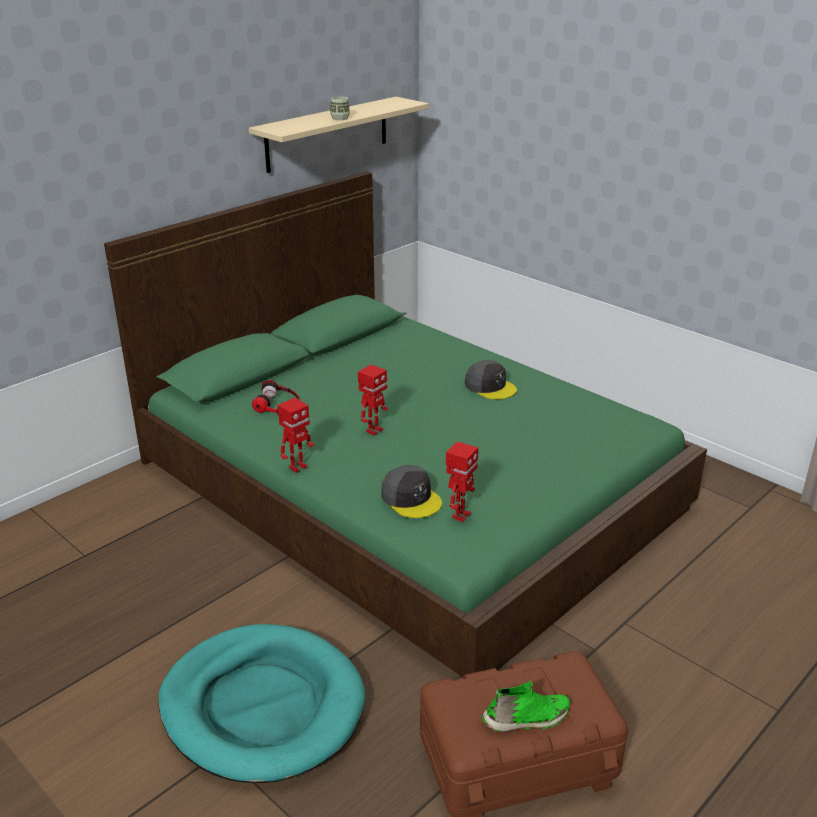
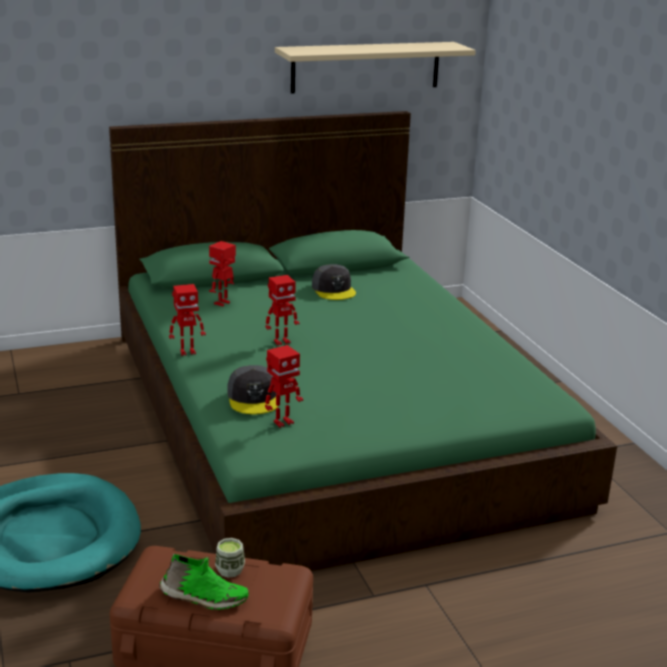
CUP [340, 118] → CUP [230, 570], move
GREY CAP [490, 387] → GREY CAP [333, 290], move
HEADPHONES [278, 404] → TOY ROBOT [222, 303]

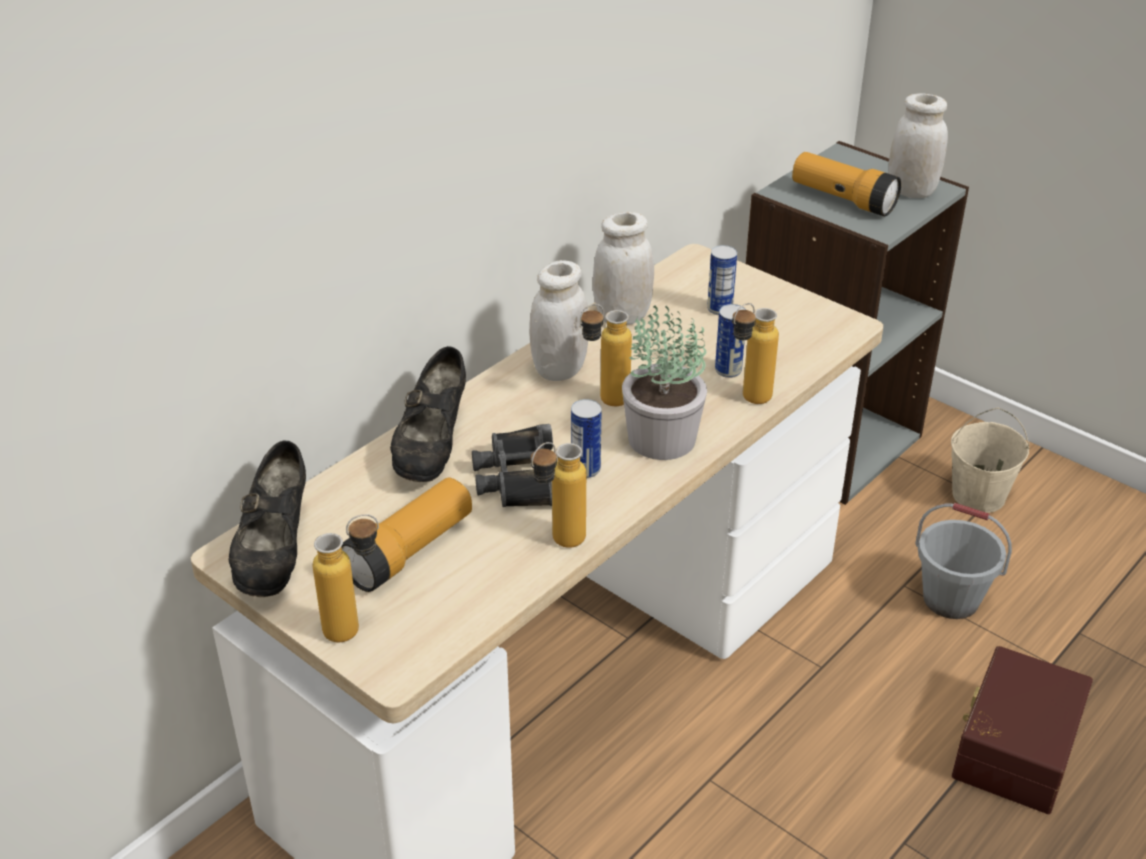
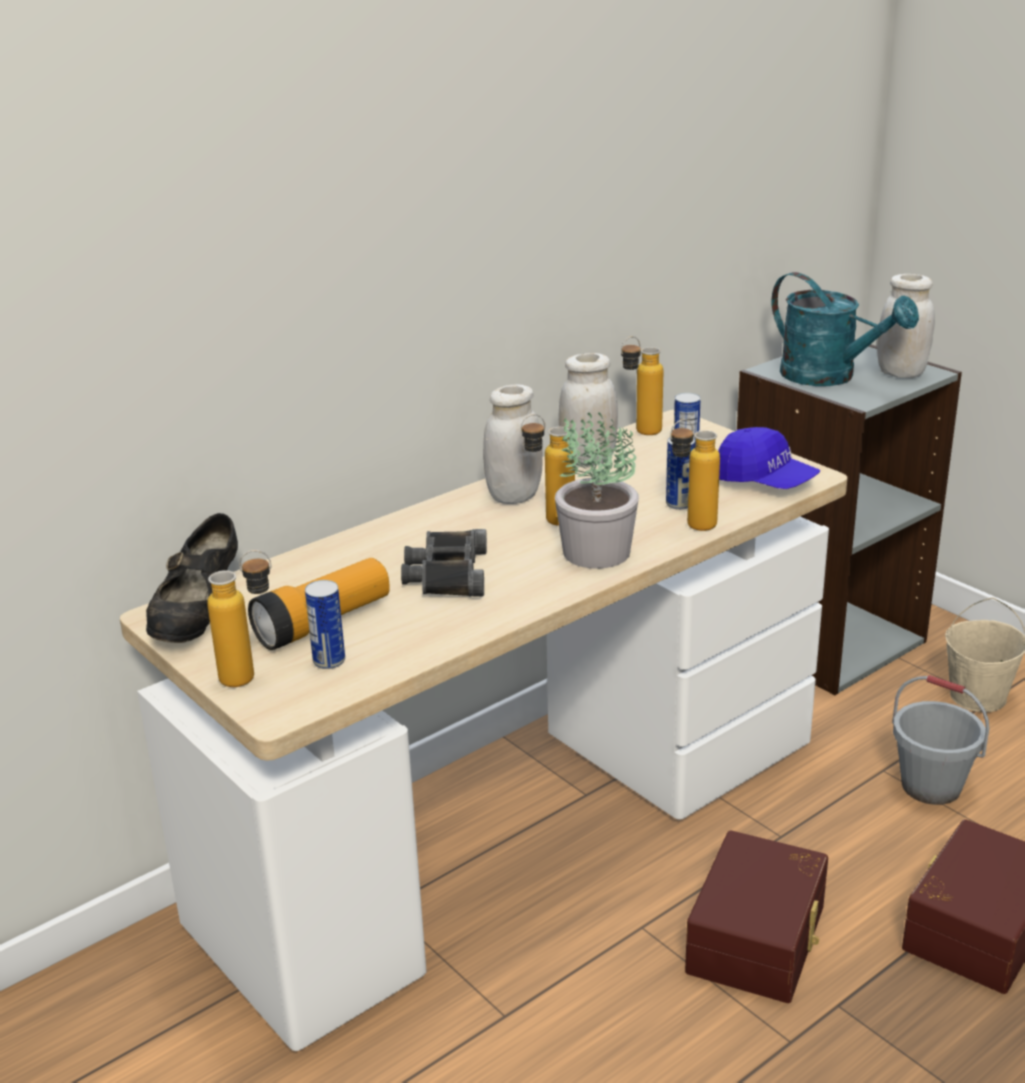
FLASHLIGHT [843, 199] → TURQUOISE WATERING CAN [829, 377]
BLACK SHOE [432, 448] → -
CAN [585, 469] → CAN [329, 661], move
BOTTLE [558, 544] → BOTTLE [640, 433], move
- → BLUE CAP [765, 482]
- → BROWN STORAGE BOX [760, 939]

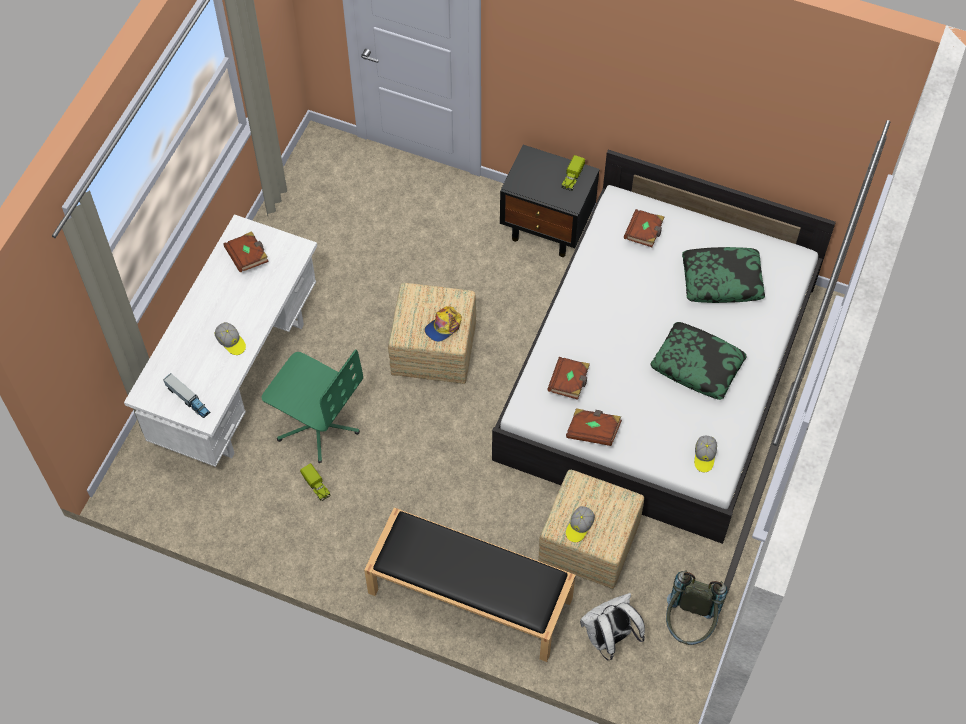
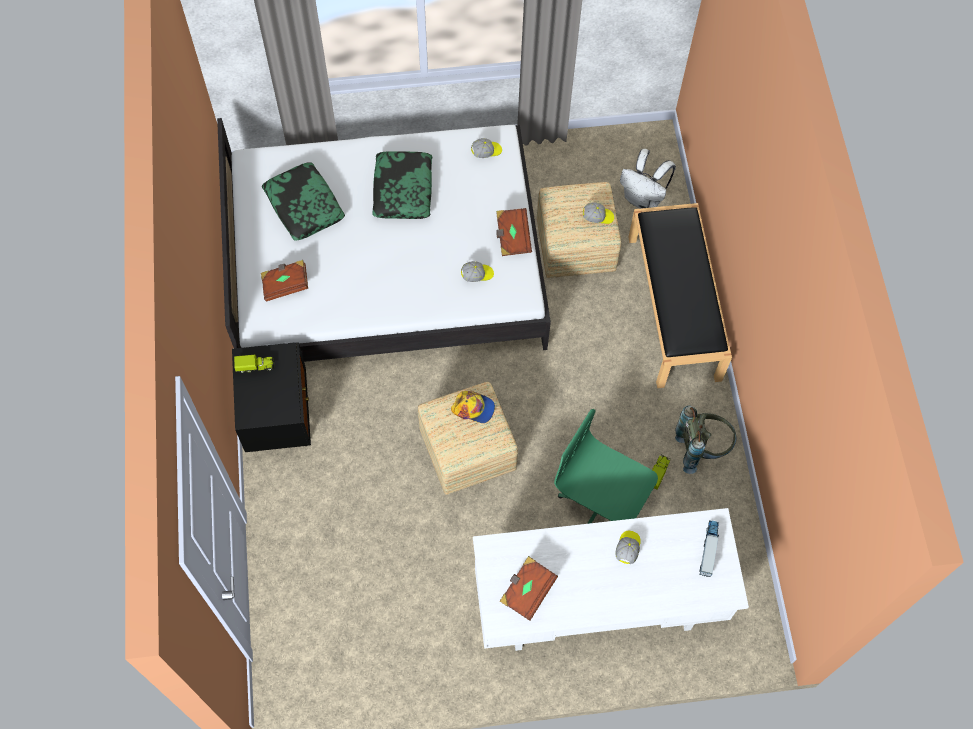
GREEN OFFICE CHAIR [318, 425] → GREEN OFFICE CHAIR [600, 506], 60 degrees counterclockwise
BROWN BOOK [569, 383] → CAP [477, 275]
GREY BACKPACK [689, 625] → GREY BACKPACK [701, 448], move

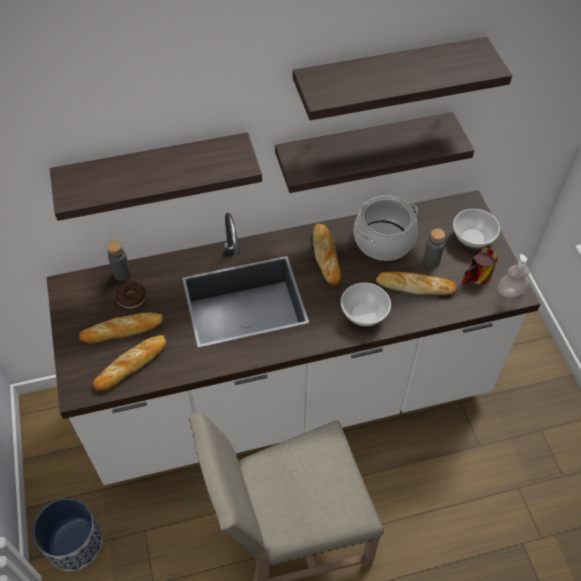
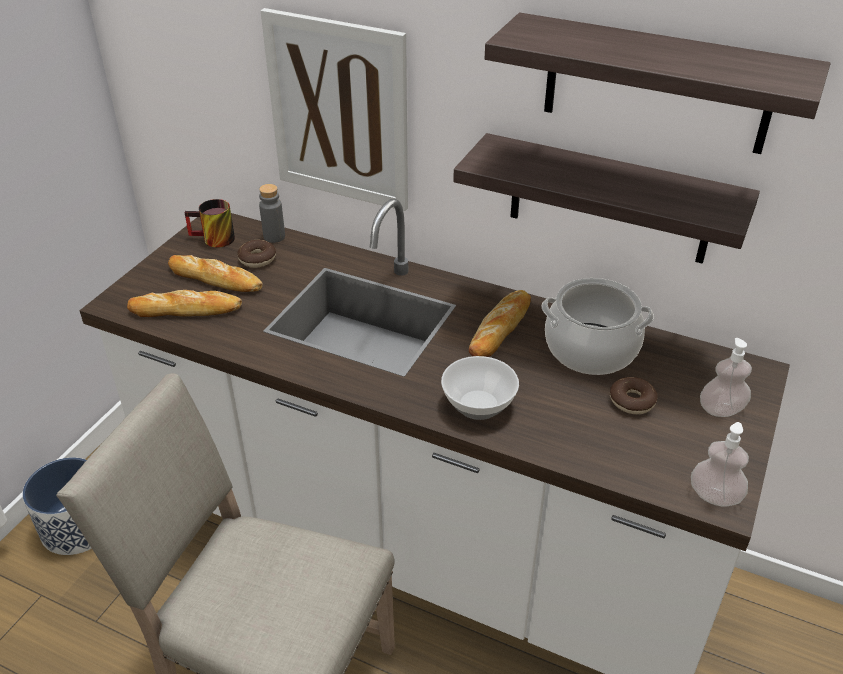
SHELF [155, 172] → PICTURE [338, 111]
BOWL [472, 239] → SOAP DISPENSER [721, 409]
GREY BOTTLE [431, 261] → DONUT [632, 401]
MUG [477, 278] → MUG [213, 240], move
BREAD [415, 286] → -

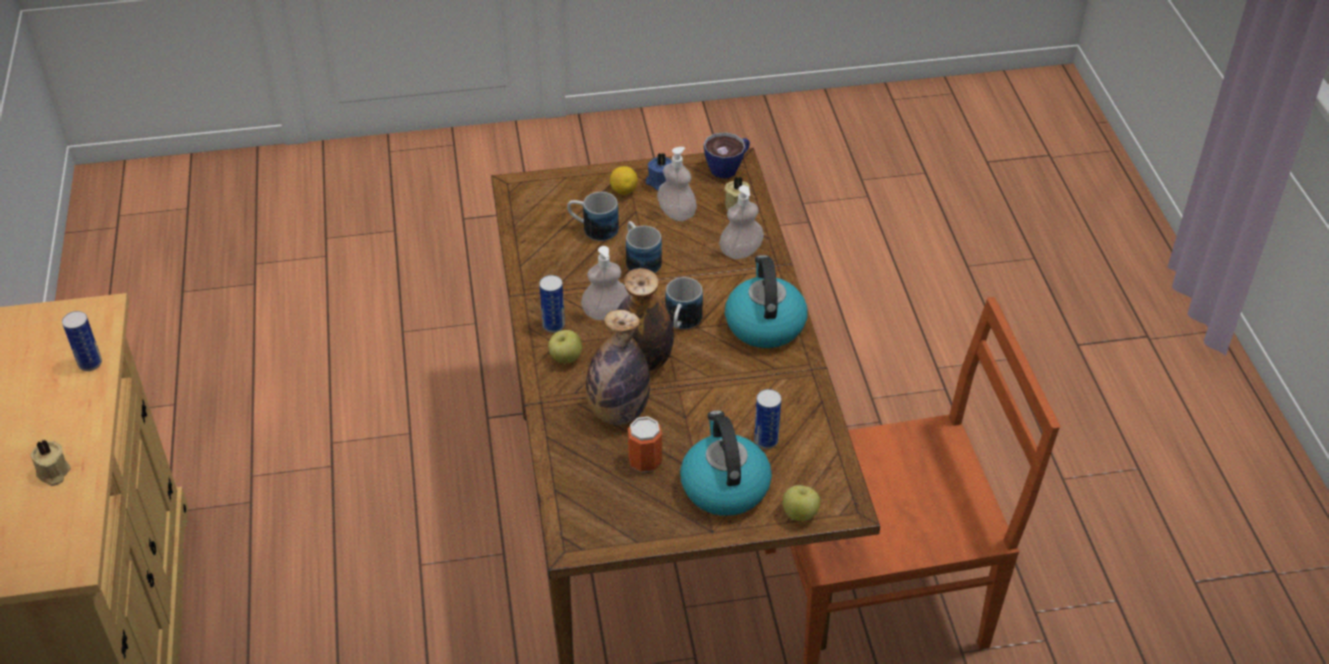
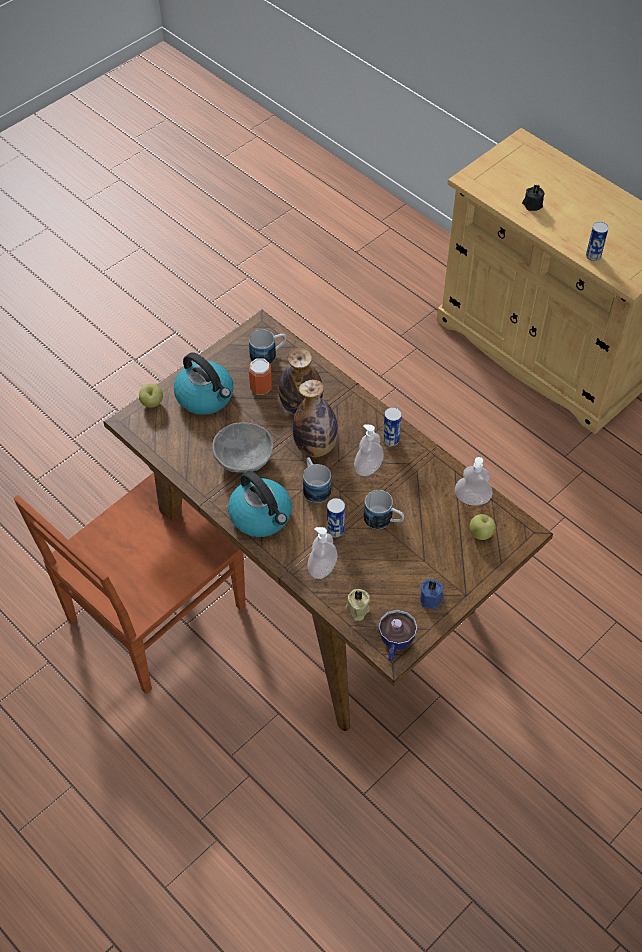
SOAP DISPENSER [676, 213] → SOAP DISPENSER [472, 498], move
LEMON [623, 190] → -
MUG [593, 229] → MUG [268, 355], move
APPLE [565, 358] → APPLE [481, 534], move
CAN [766, 440] → CAN [335, 530], move
BEIGE CANDLE [53, 473] → BLACK CANDLE [532, 204]
- → GREY BOWL [244, 460]

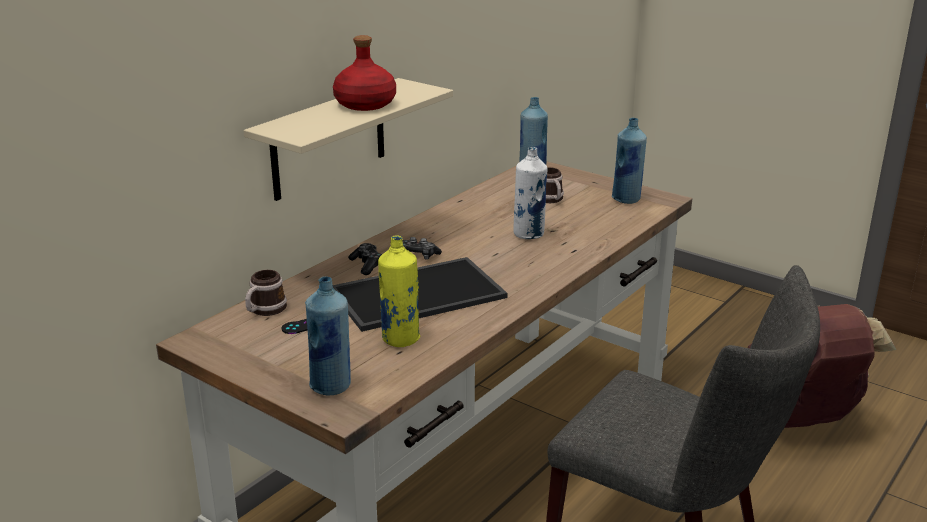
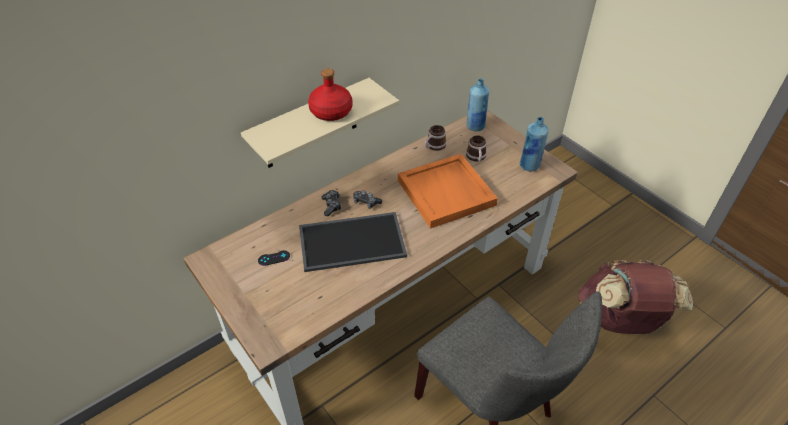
WHITE BOTTLE [529, 234] → ORANGE TRAY [447, 193]
YELLOW BOTTLE [400, 339] → -
MUG [264, 310] → MUG [434, 146], move
BLUE BOTTLE [331, 386] → -

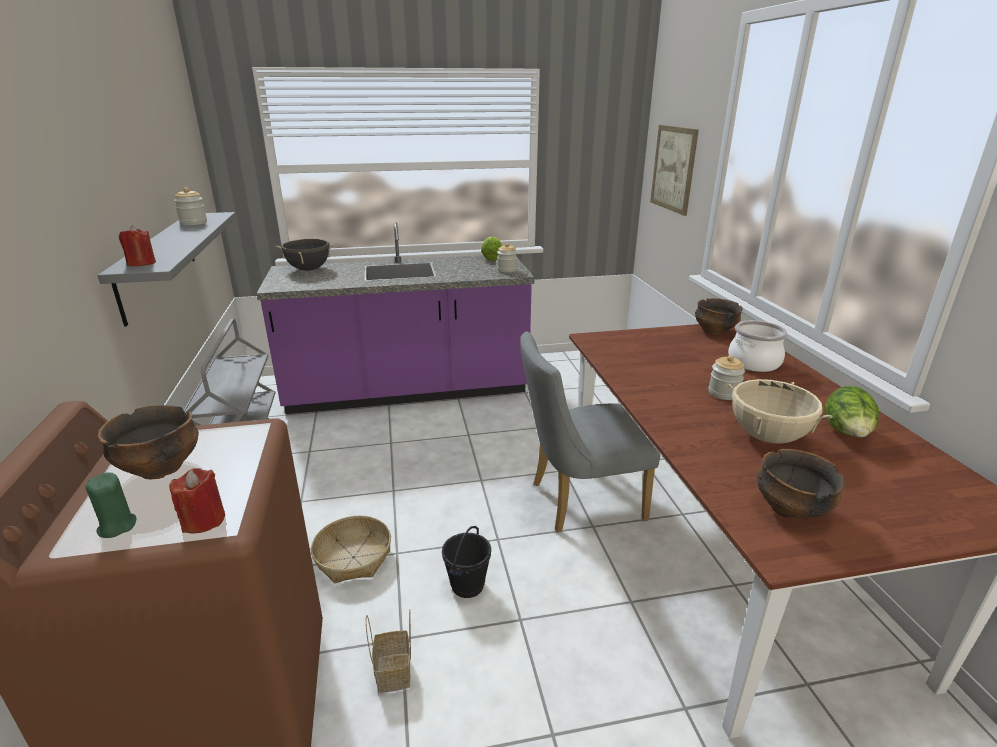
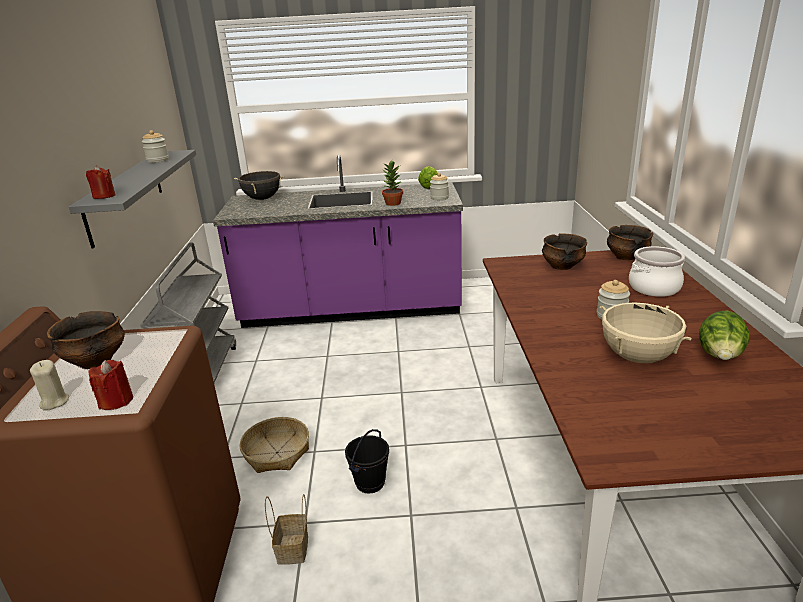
PICTURE [673, 168] → -
GREY CHAIR [578, 501] → -
BOWL [790, 509] → BOWL [562, 266], move
GREEN CANDLE [117, 526] → BEIGE CANDLE [54, 402]
- → POTTED PLANT [392, 203]

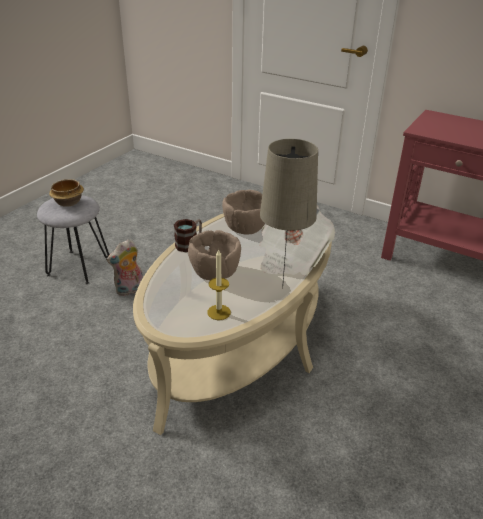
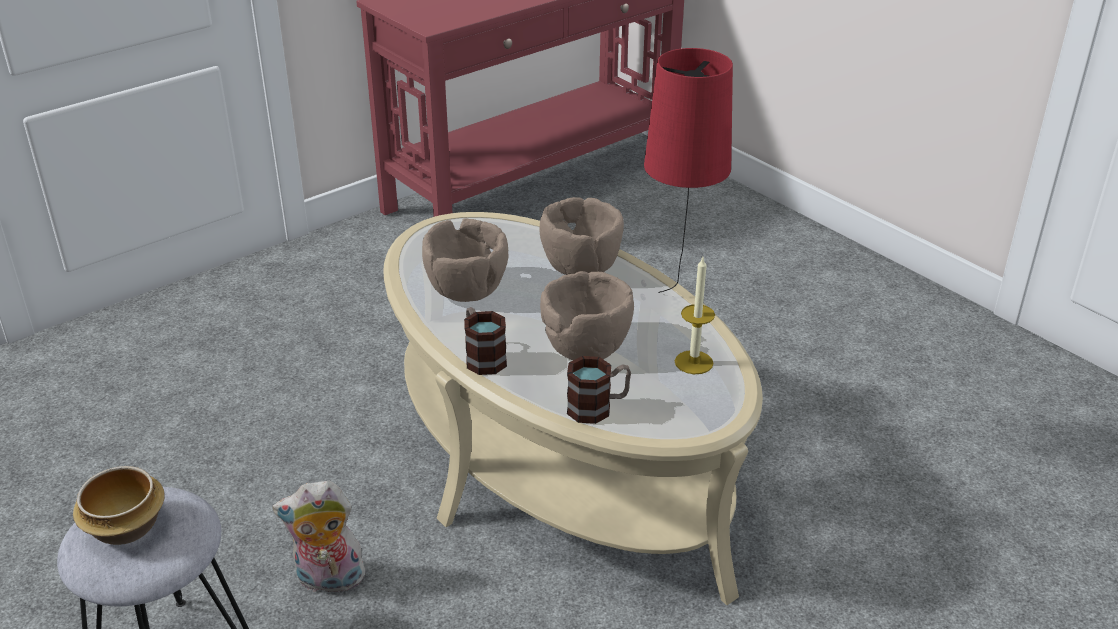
BEIGE TABLE LAMP [282, 296] → RED TABLE LAMP [678, 297]
NEWSPAPER [291, 257] → BROWN BOWL [582, 266]
PLUSH TOY [129, 290] → PLUSH TOY [328, 581], 105 degrees clockwise
- → MUG [598, 407]

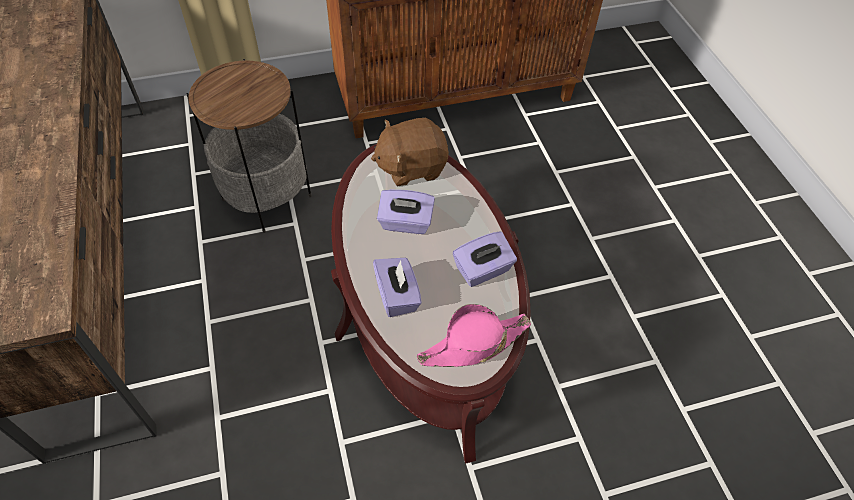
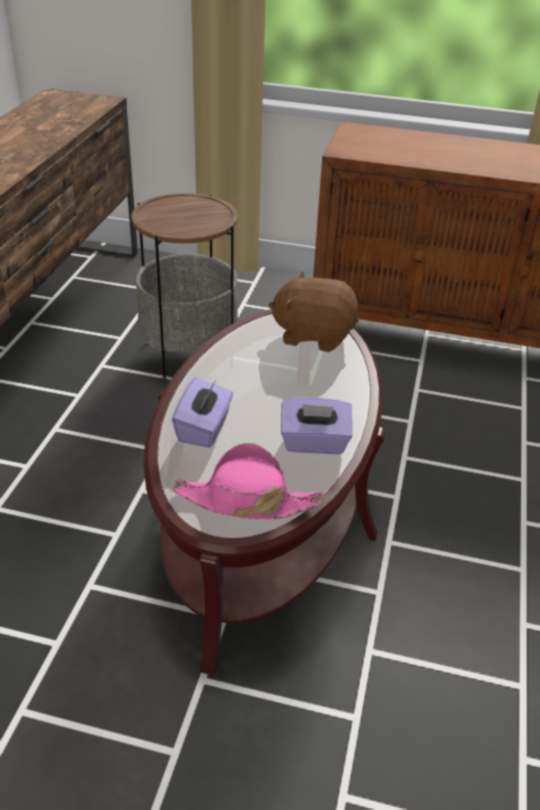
PURPLE TISSUE BOX [405, 223] → -

